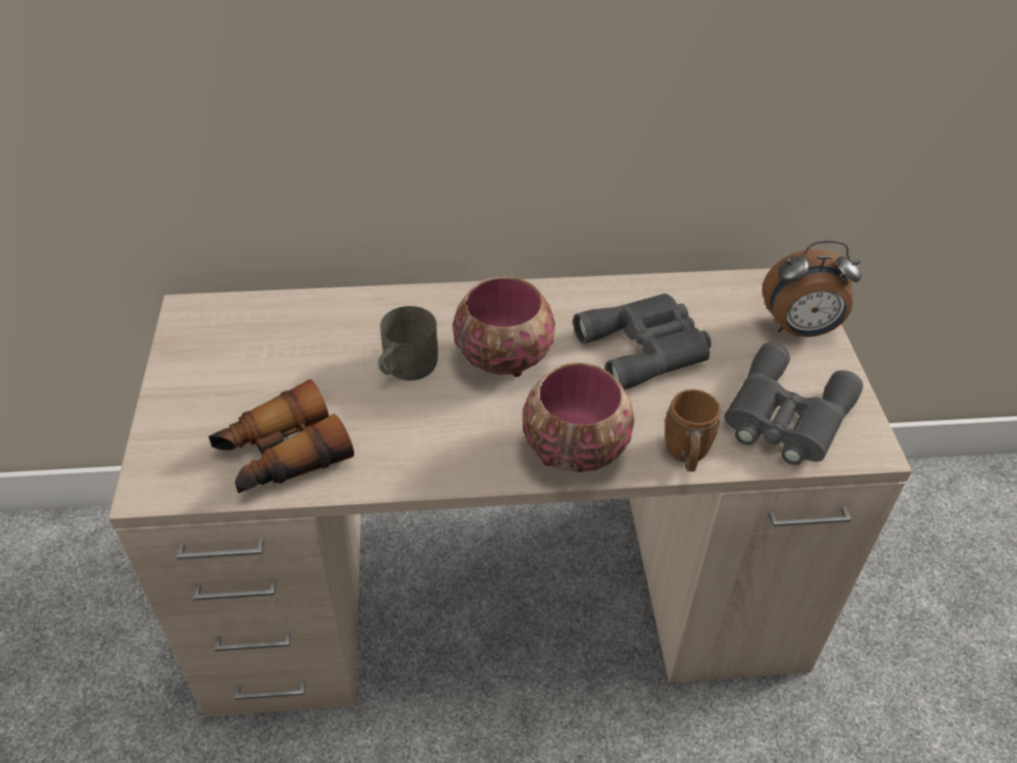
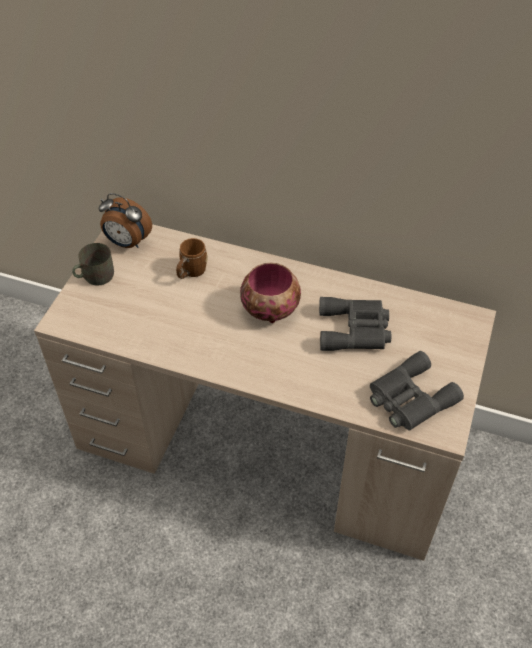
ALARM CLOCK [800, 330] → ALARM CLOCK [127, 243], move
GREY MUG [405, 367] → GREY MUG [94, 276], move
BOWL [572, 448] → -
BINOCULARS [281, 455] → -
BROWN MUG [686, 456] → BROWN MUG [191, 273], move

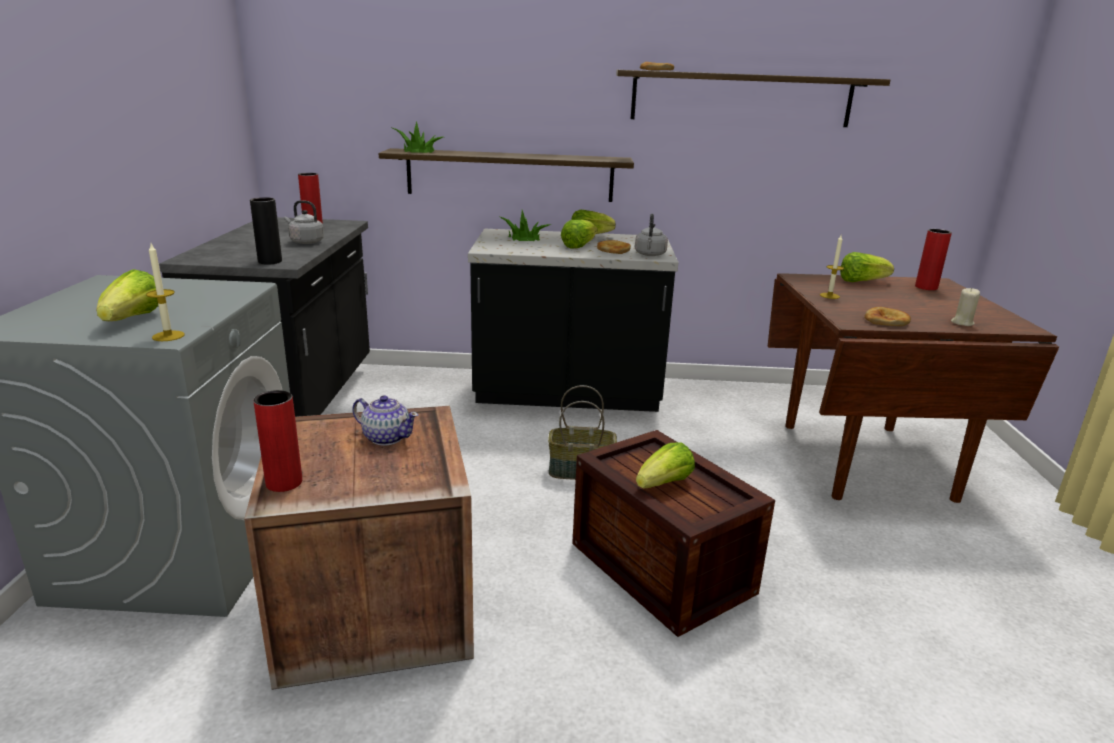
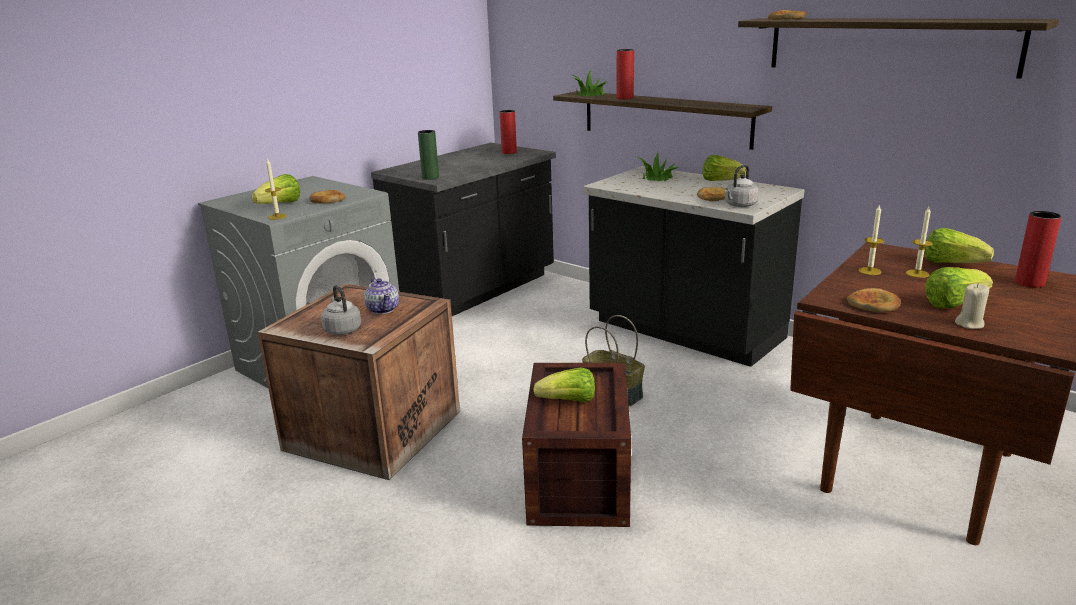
BLACK VASE [270, 261] → GREEN VASE [430, 177]
GREY KETTLE [305, 242] → GREY KETTLE [342, 329], move
LETTUCE [579, 246] → LETTUCE [953, 304], move
RED VASE [284, 483] → RED VASE [625, 98], move
- → BREAD [327, 200]
- → CANDLE [917, 274]

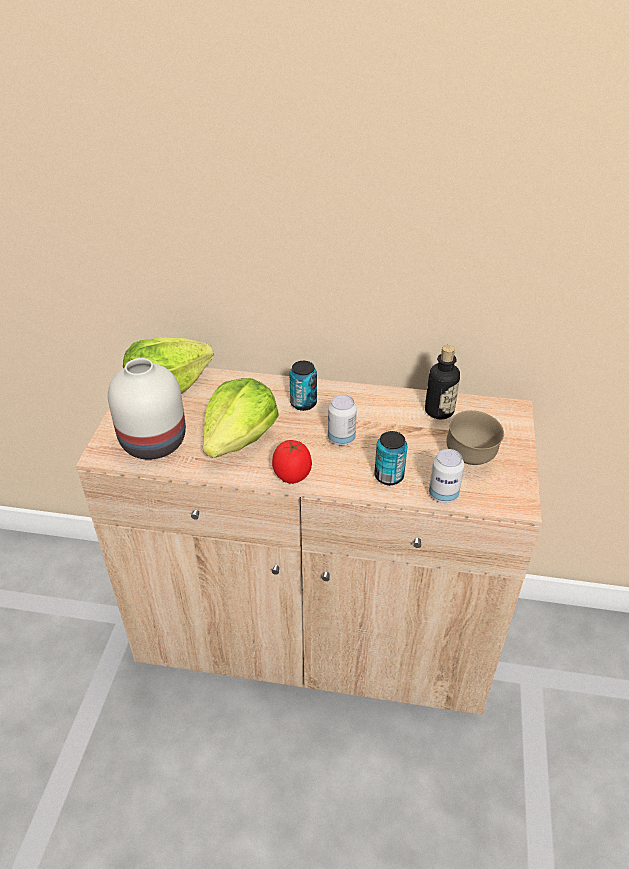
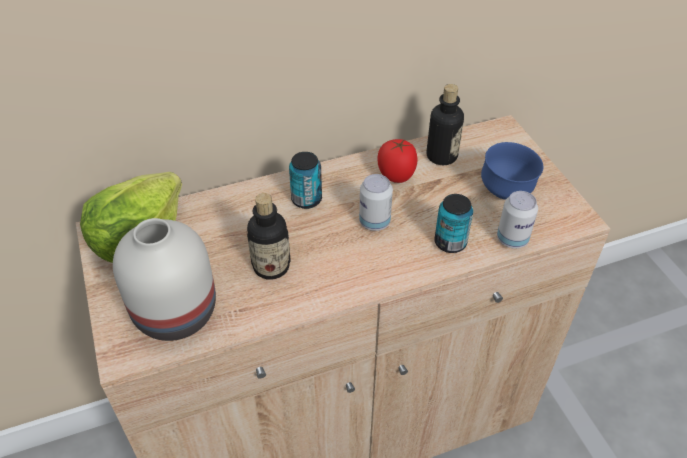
LETTUCE [240, 439] → BOTTLE [271, 266]
BROWN BOWL [470, 458] → BLUE BOWL [506, 193]
TOMATO [292, 475] → TOMATO [396, 175], move

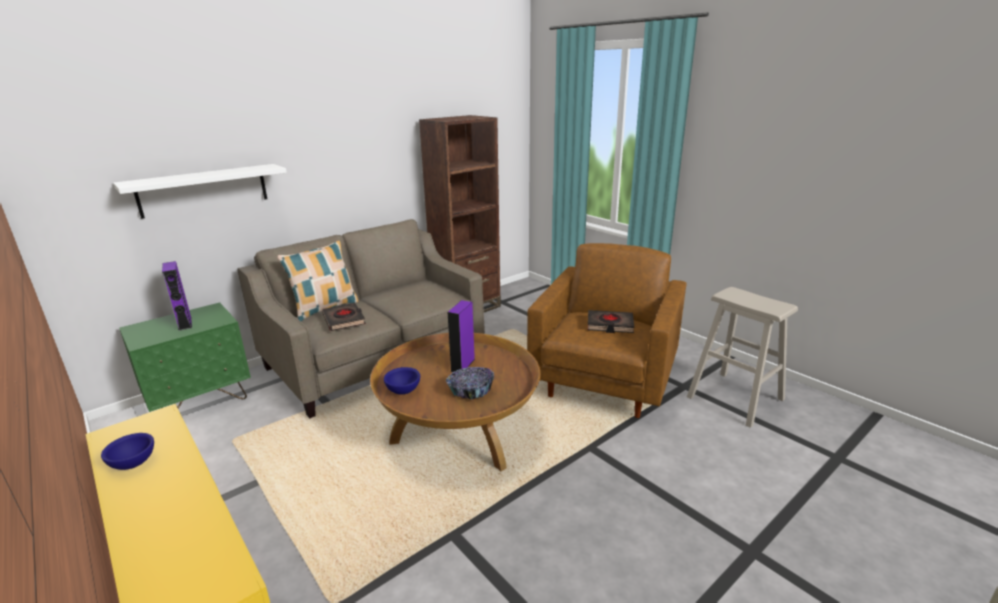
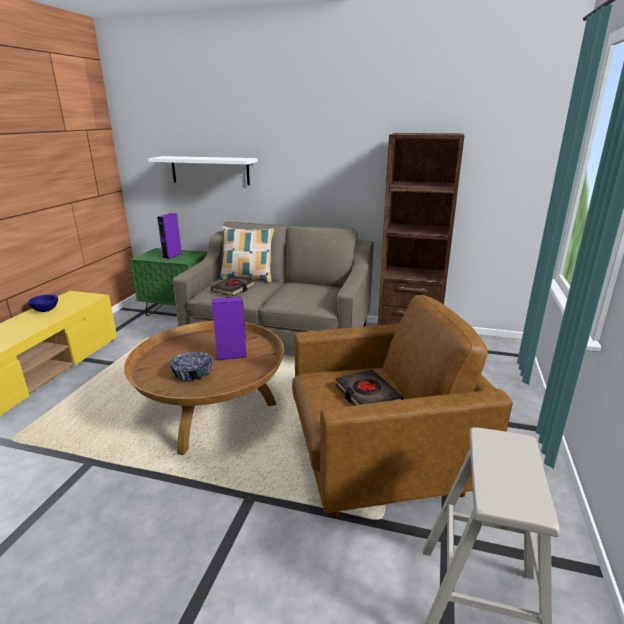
BLUE BOWL [403, 391] → -

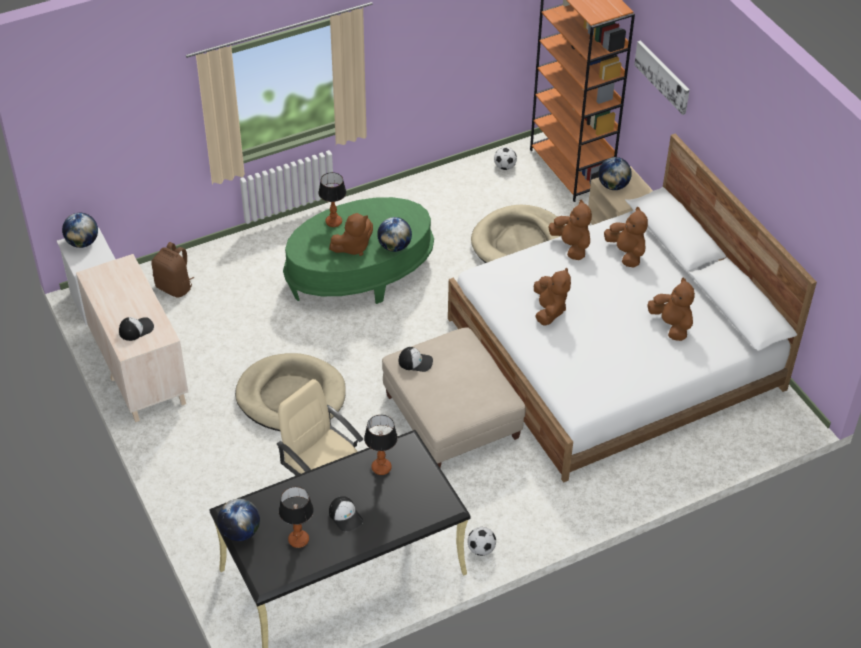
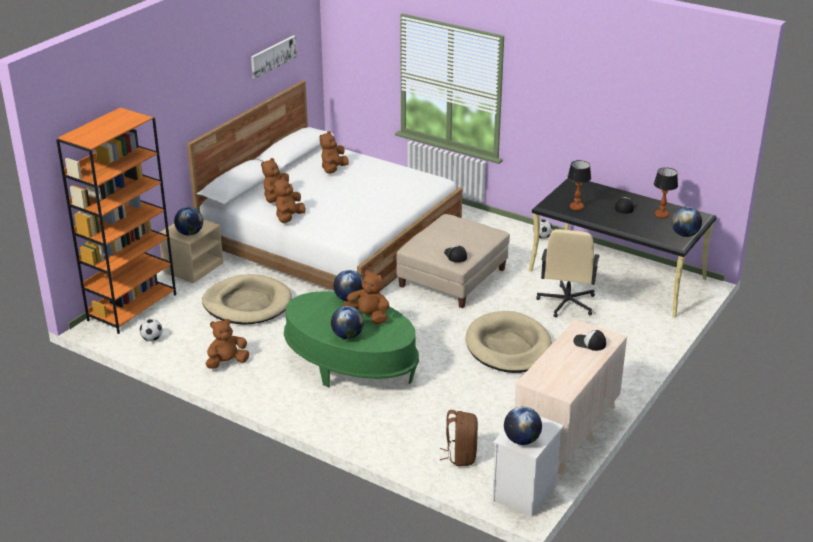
PICTURE [663, 76] → PICTURE [273, 56], move
TABLE LAMP [334, 222] → GLOBE [347, 336]
BROWN PLUSH TOY [549, 310] → BROWN PLUSH TOY [227, 363], move

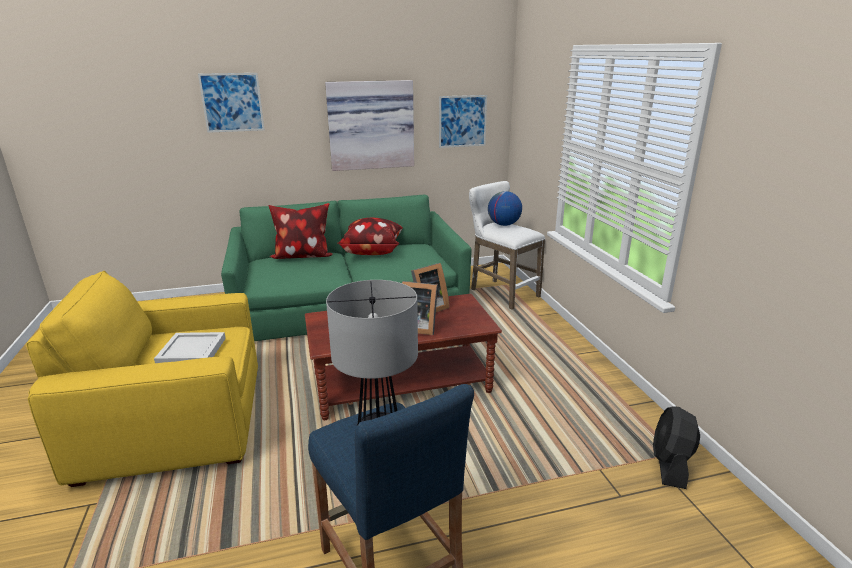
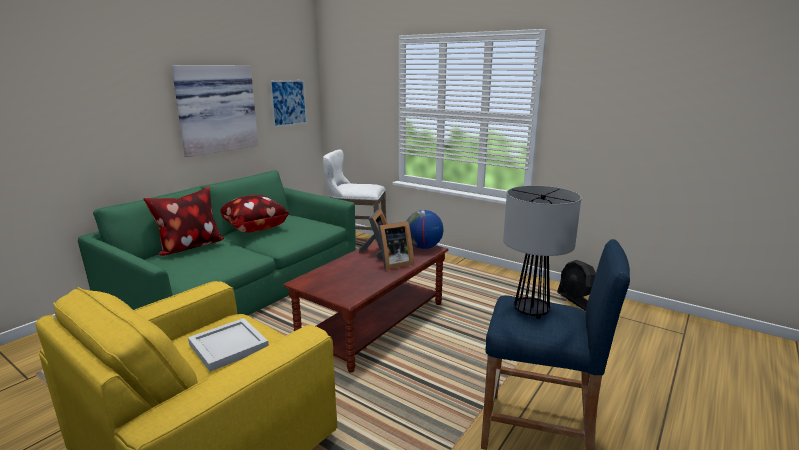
PICTURE [232, 102] → -
GLOBE [503, 225] → GLOBE [423, 247], move

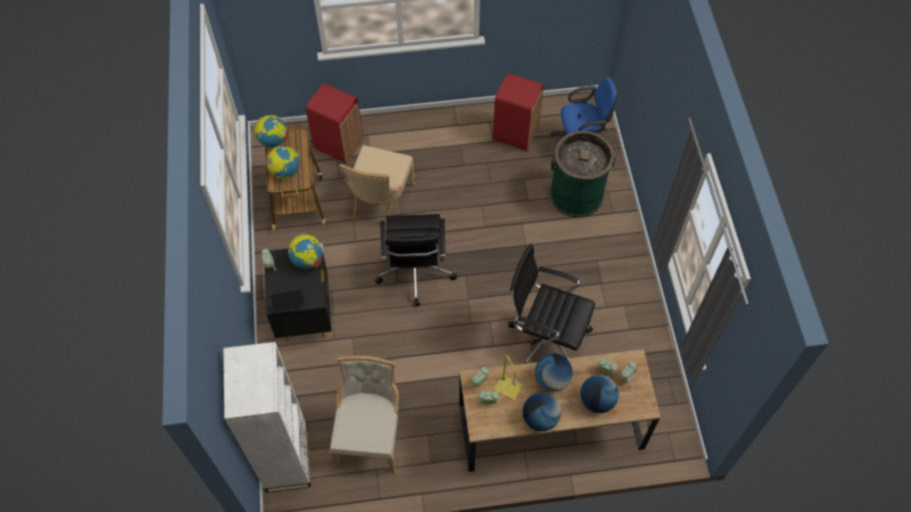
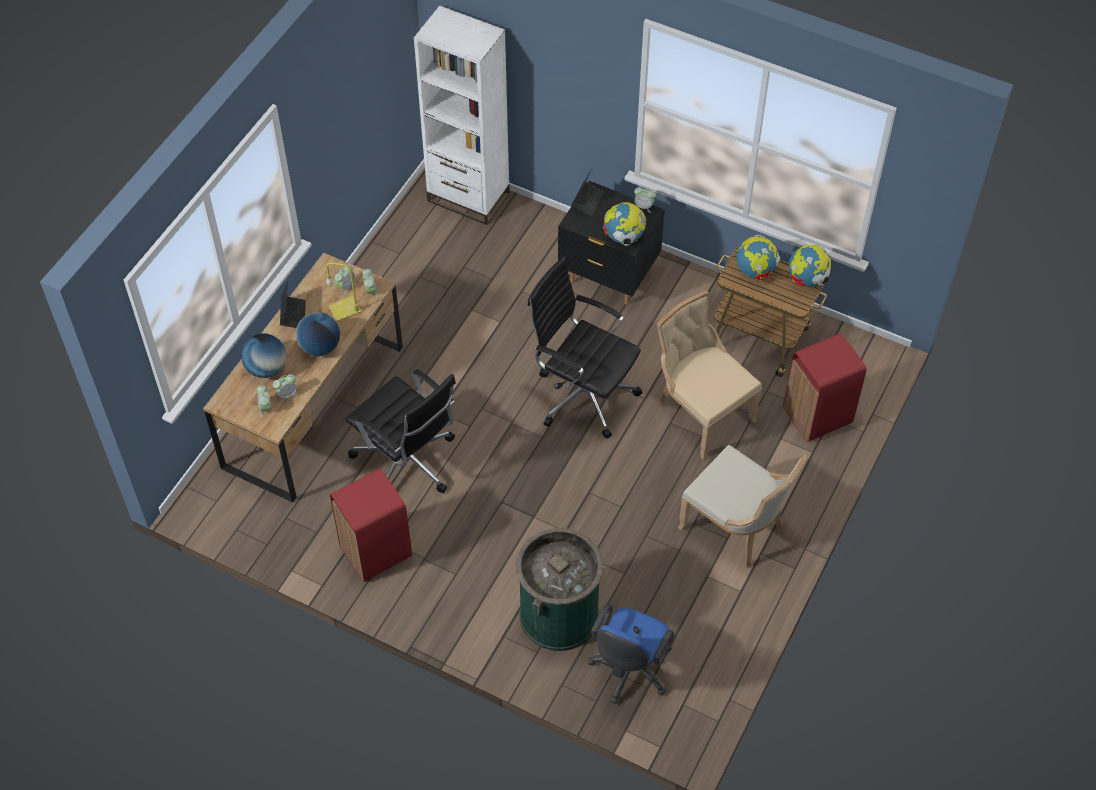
RED TRASH CAN [515, 134] → RED TRASH CAN [375, 551], move
BLACK OFFICE CHAIR [546, 338] → BLACK OFFICE CHAIR [407, 463], 75 degrees clockwise
BEIGE CHAIR [370, 435] → BEIGE CHAIR [736, 528], move
GLOBE [540, 418] → LAPTOP [293, 315]

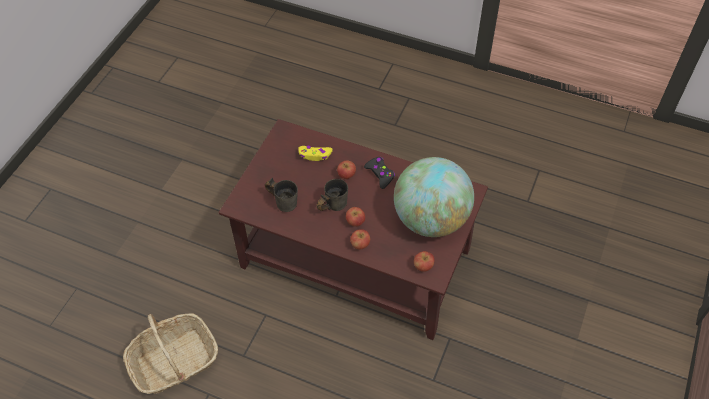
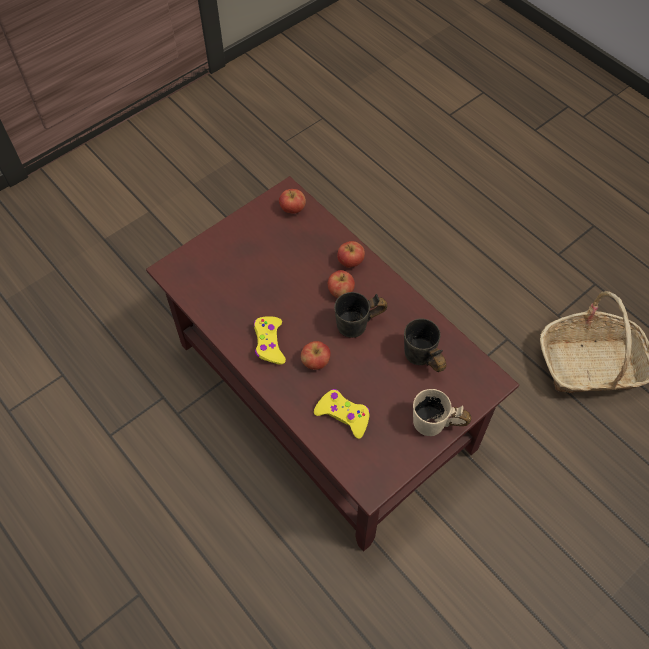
BLACK GAME CONTROLLER [380, 174] → YELLOW GAME CONTROLLER [269, 343]
GLOBE [431, 219] → -
- → BEIGE MUG [435, 428]

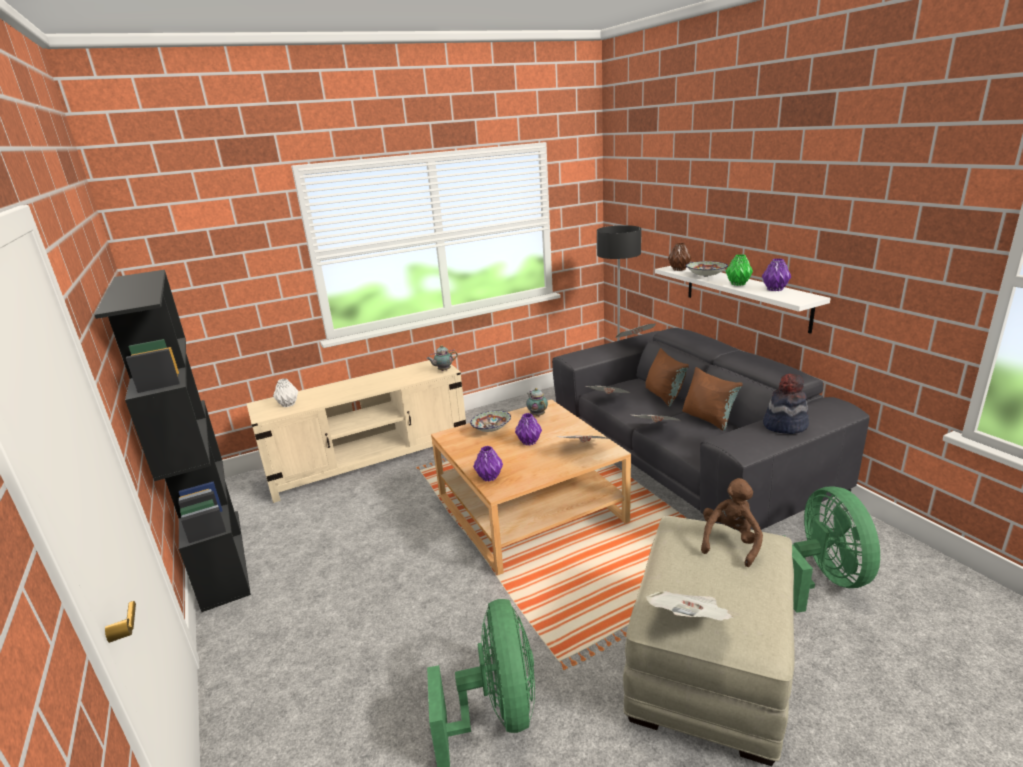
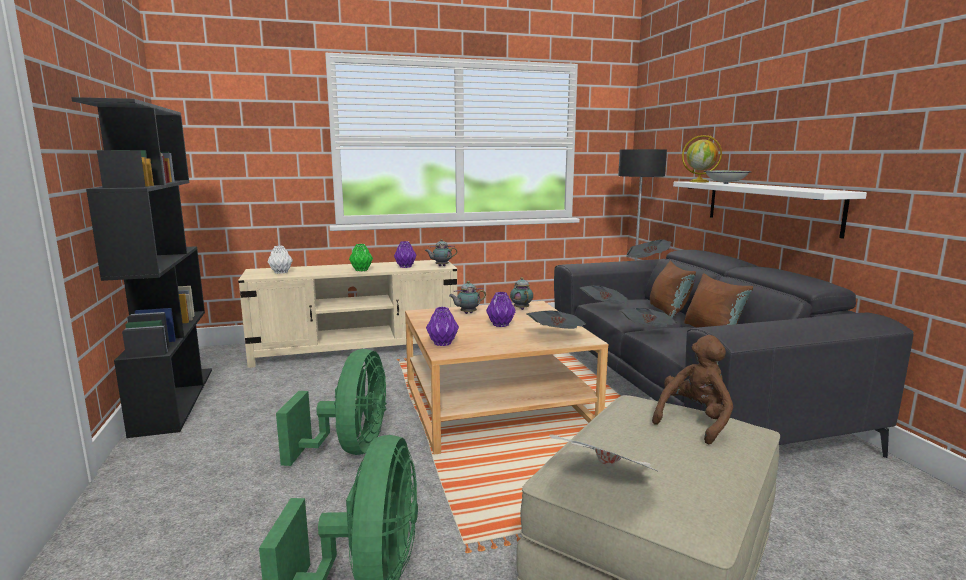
BROWN VASE [679, 269] → GLOBE [699, 182]
GREEN VASE [738, 284] → GREEN VASE [361, 270], move
PURPLE VASE [775, 289] → PURPLE VASE [405, 266], move
HAT [784, 425] → -
BOWL [491, 429] → TEAPOT [467, 313]
GREEN FAN [822, 579] → GREEN FAN [350, 449], move

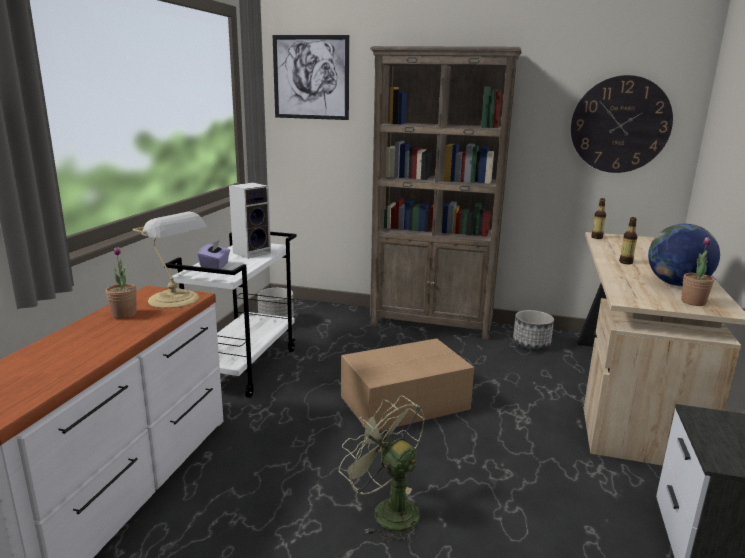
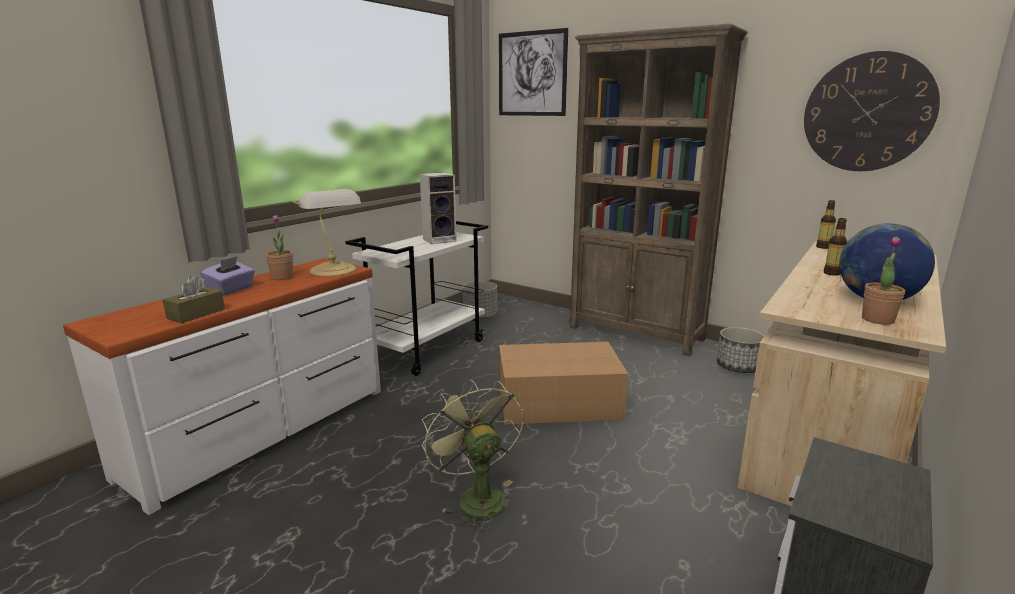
PURPLE TISSUE BOX [215, 267] → PURPLE TISSUE BOX [231, 290], move
- → BROWN TISSUE BOX [196, 314]

